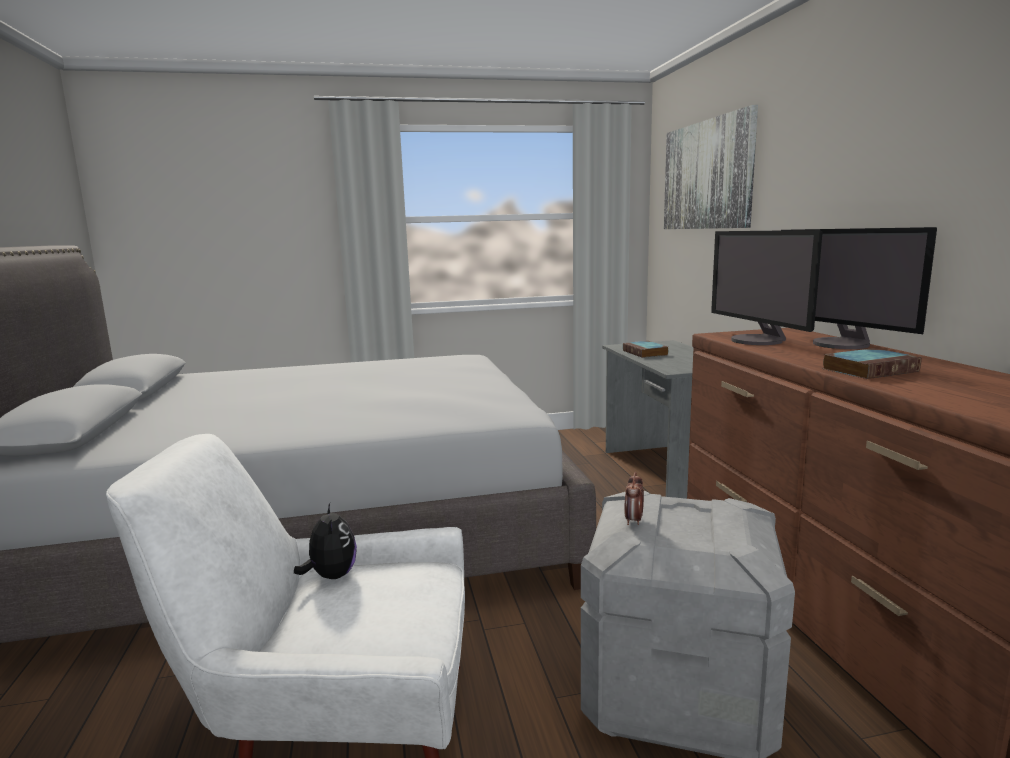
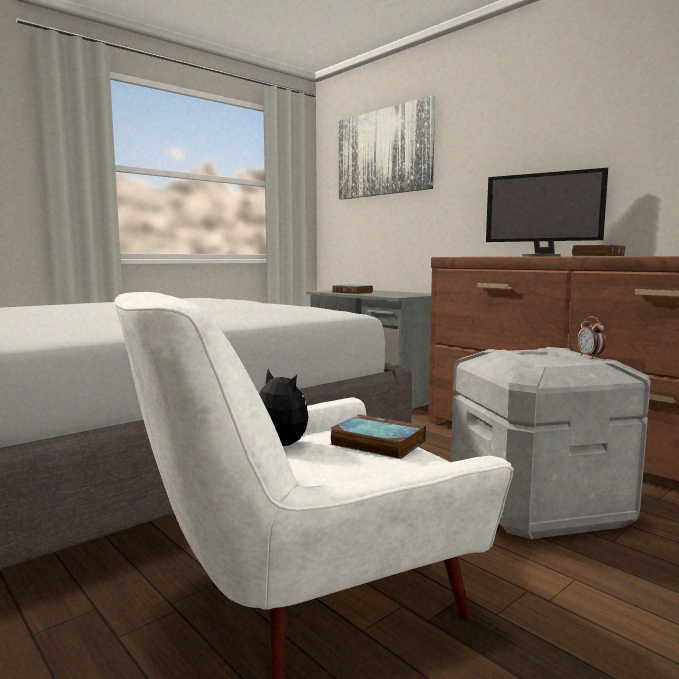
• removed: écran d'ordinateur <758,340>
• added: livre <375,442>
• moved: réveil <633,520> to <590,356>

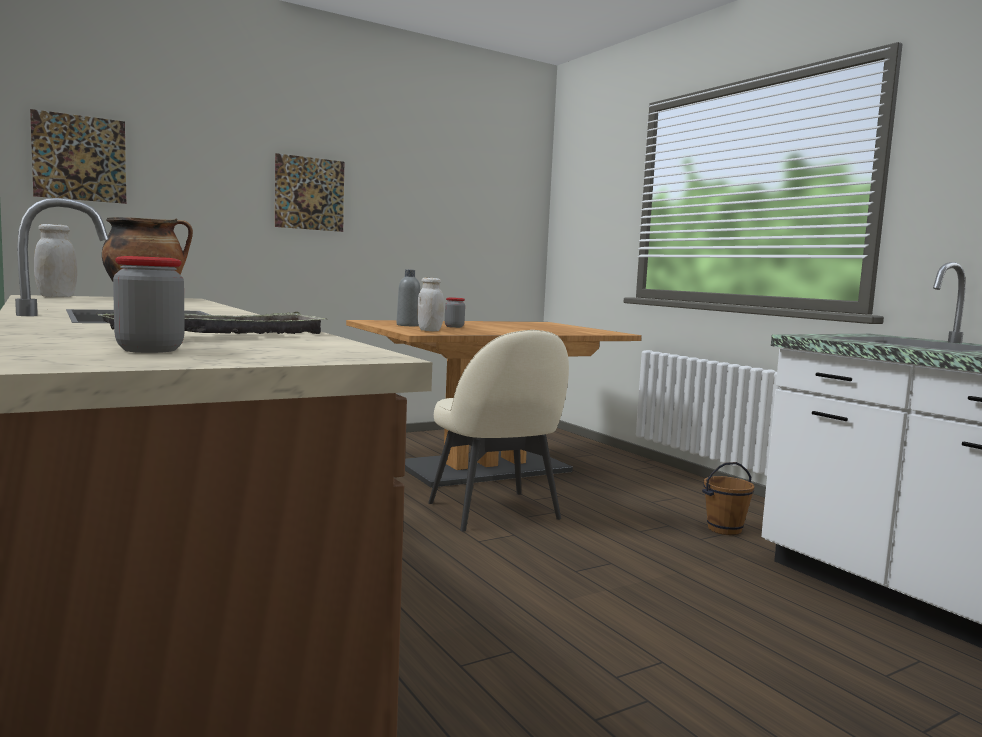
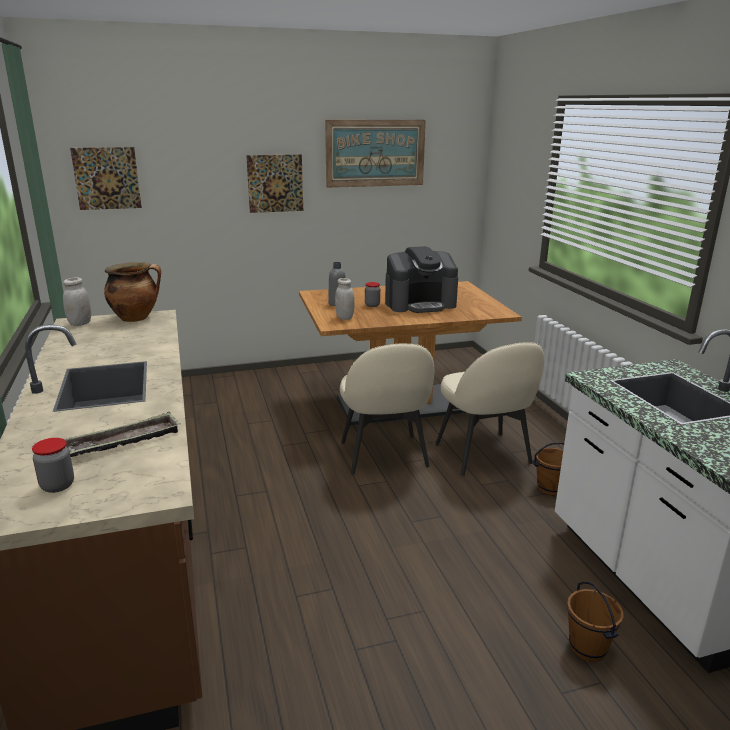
• added: tableau <375,153>
• added: machine à café <420,304>
• added: chaise (beige) <484,455>
• added: seau (marron) <587,648>

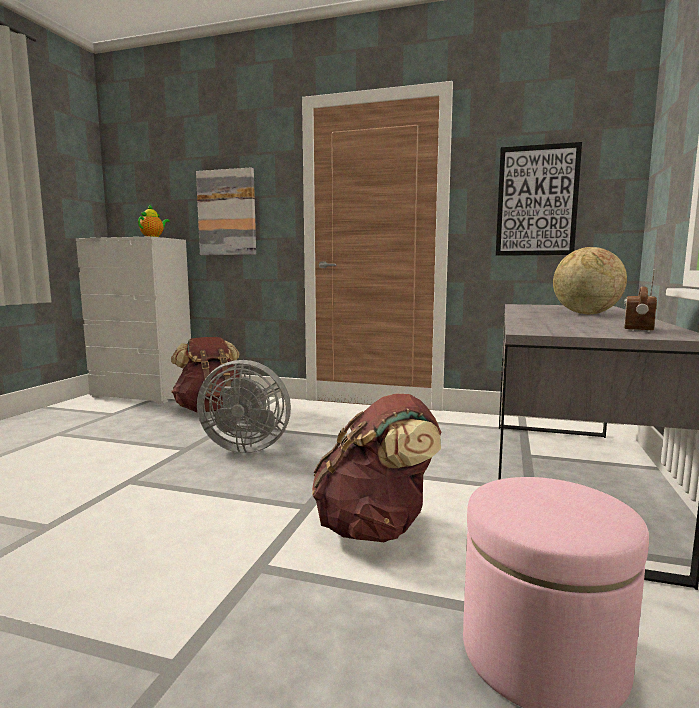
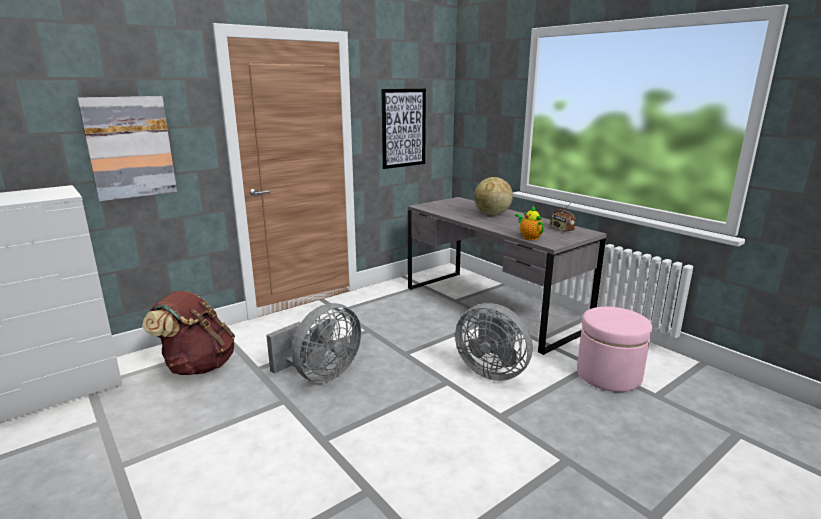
• moved: théière <153,237> to <529,237>
• replaced: sac à dos (marron) <376,528> to ventilateur (gris) <492,371>

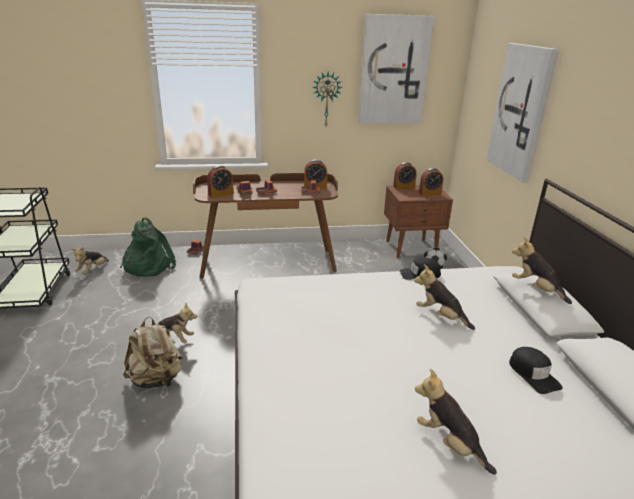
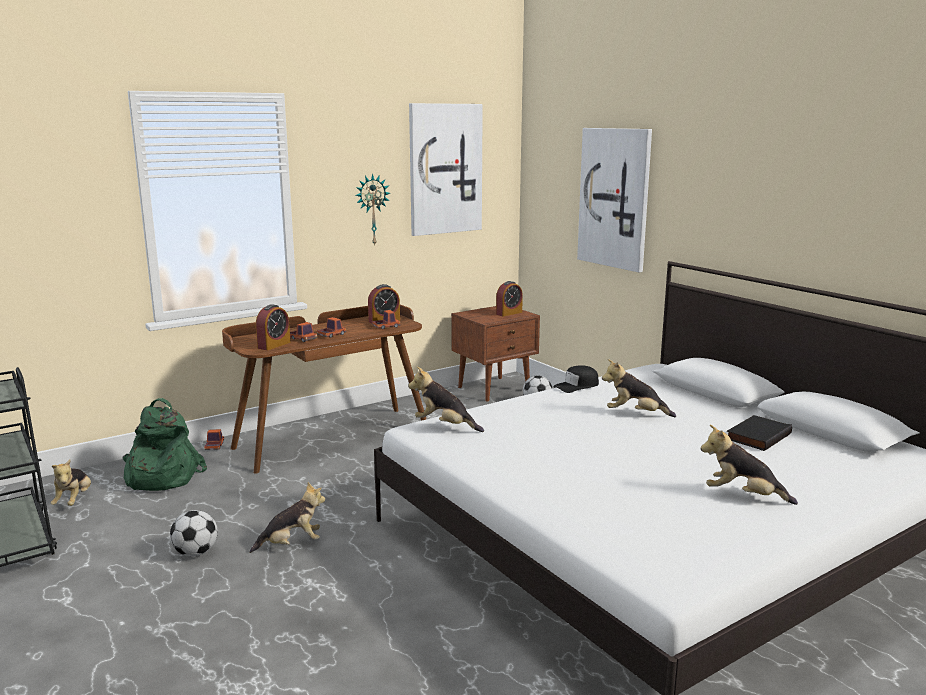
• removed: sac à dos (beige) <156,380>
• removed: réveil <404,187>
• added: ballon de foot <196,553>
• moved: peluche <536,289> to <445,426>
• replaced: casquette (noir) <533,374> to livre (noir) <757,436>

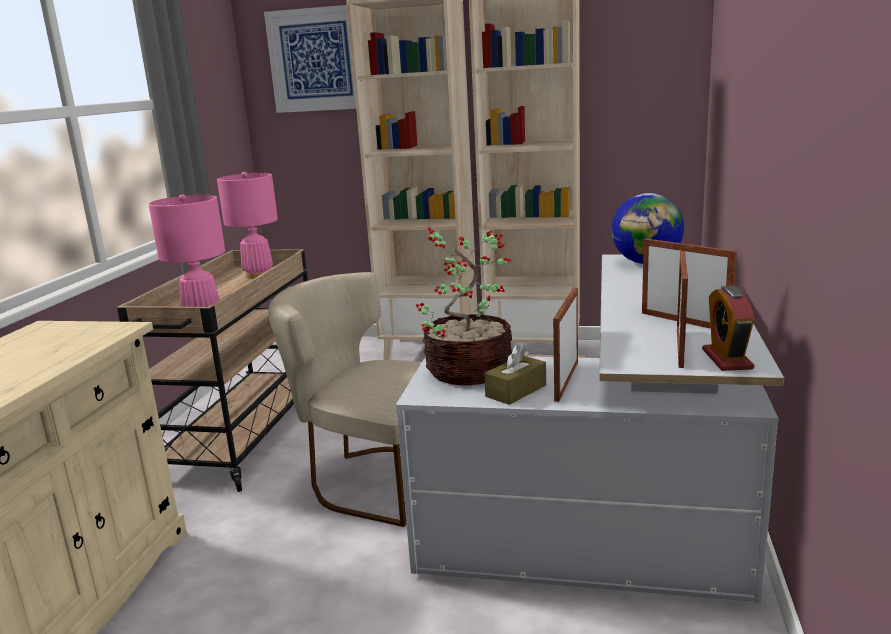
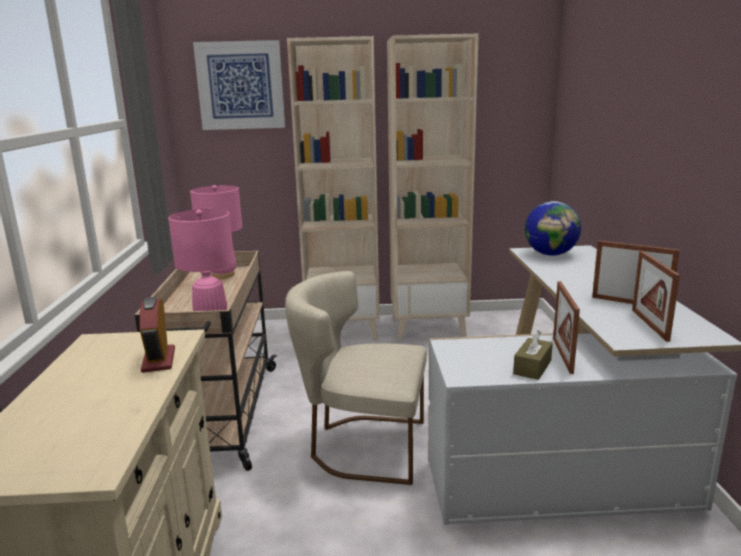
• removed: plante en pot <466,372>
• moved: réveil <727,359> to <158,360>

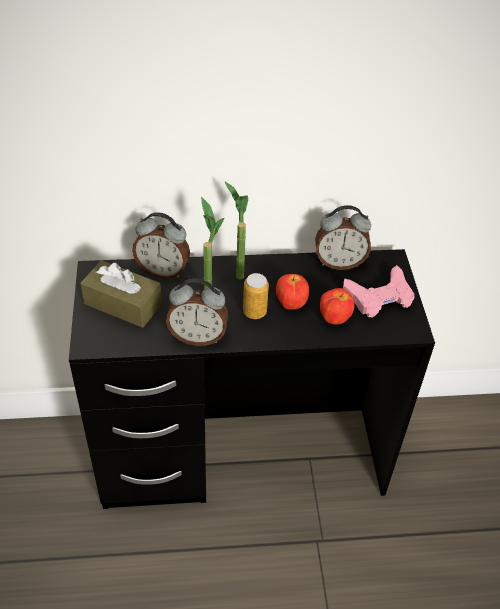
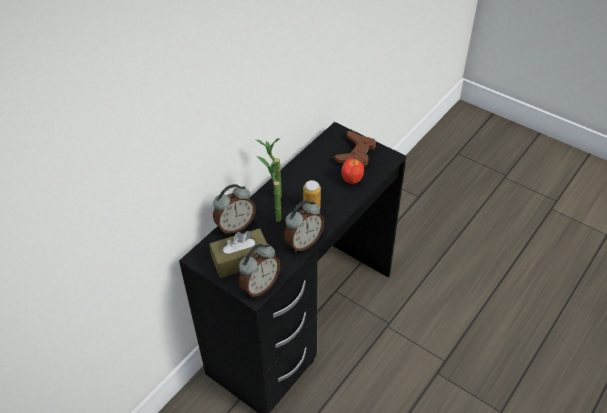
• removed: pomme <290,304>
• moved: réveil <339,262> to <259,286>
• recoloured: manette (rose) <379,297> to manette (marron) <356,153>

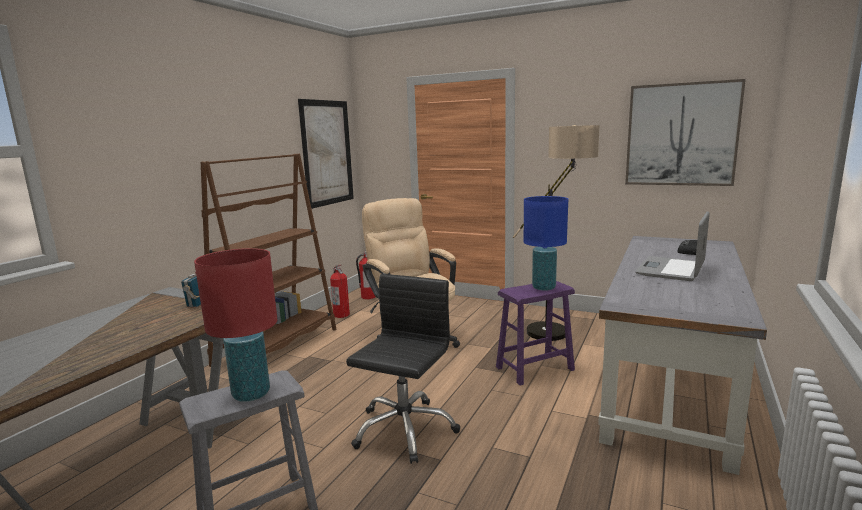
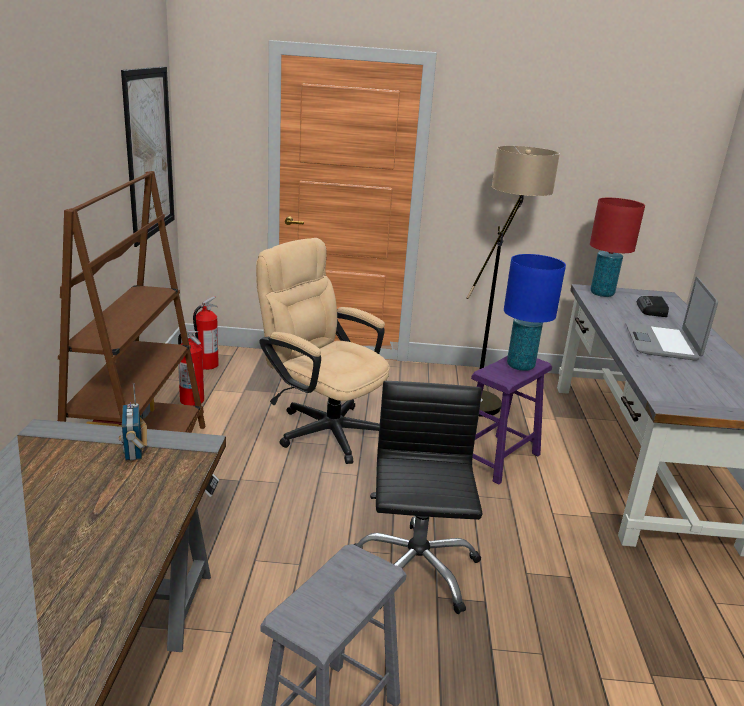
• removed: tableau <681,135>
• moved: lampe de table (rouge) <251,394> to <602,294>

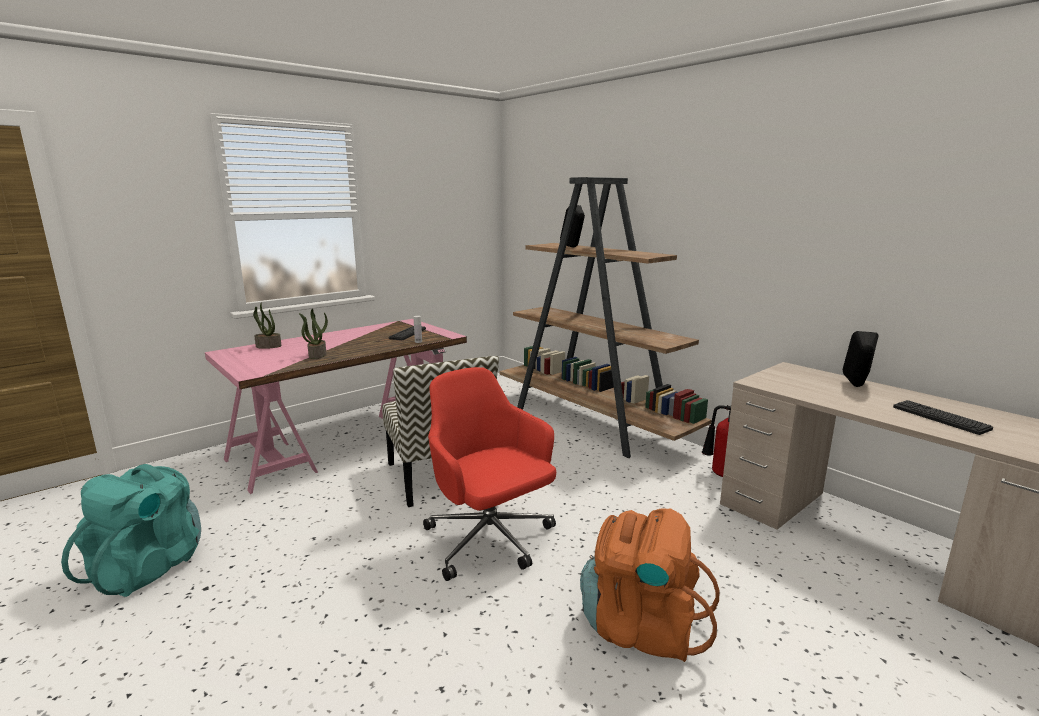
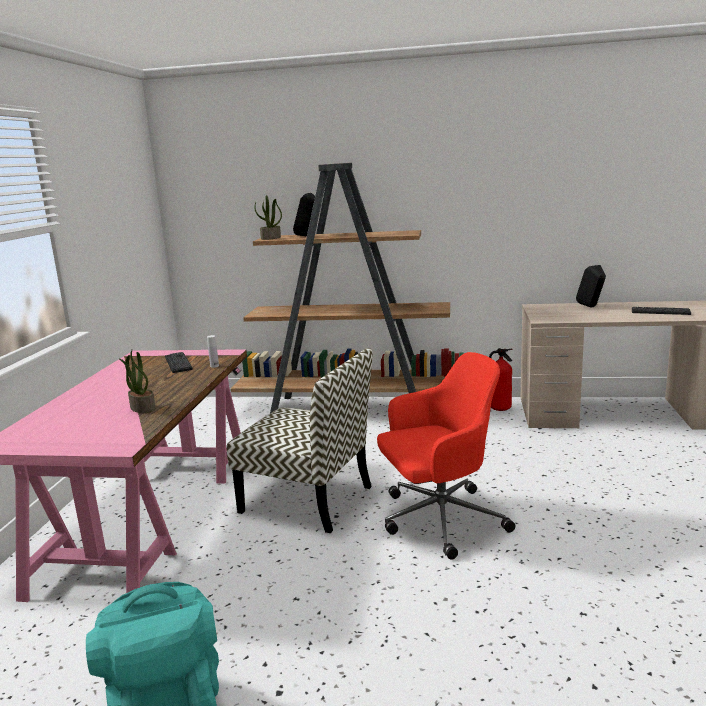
• removed: sac à dos (orange) <641,627>
• moved: plante en pot <268,346> to <271,238>
• turned: chaise de bureau (rouge) <490,540> = <439,519> 150 degrees clockwise

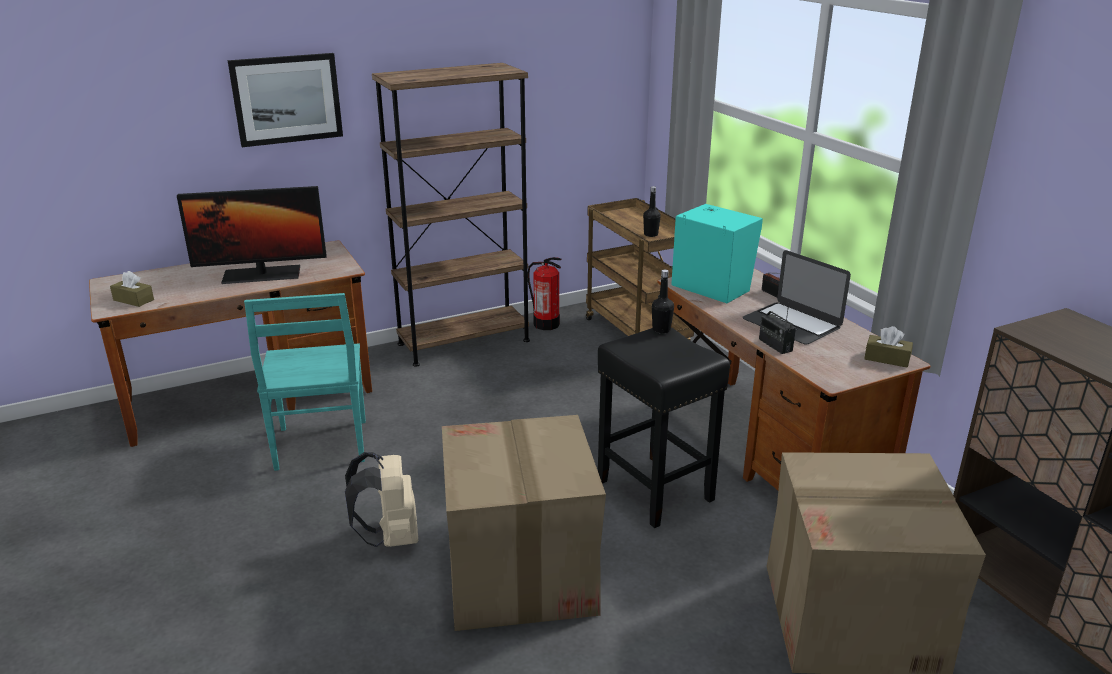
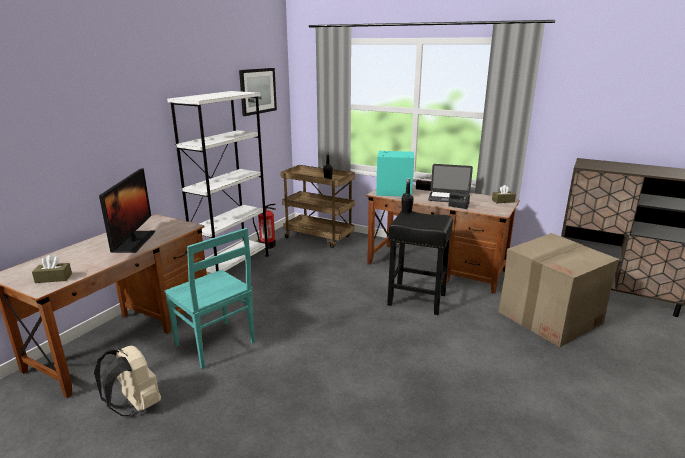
• removed: carton <520,574>
• moved: tableau <287,99> to <257,91>
• moved: sac à dos (beige) <390,537> to <135,406>
• recoloured: bibliothèque (marron) <464,342> to bibliothèque (blanc) <232,266>
• turned: écran d'ordinateur <261,275> = <134,241> 45 degrees counterclockwise

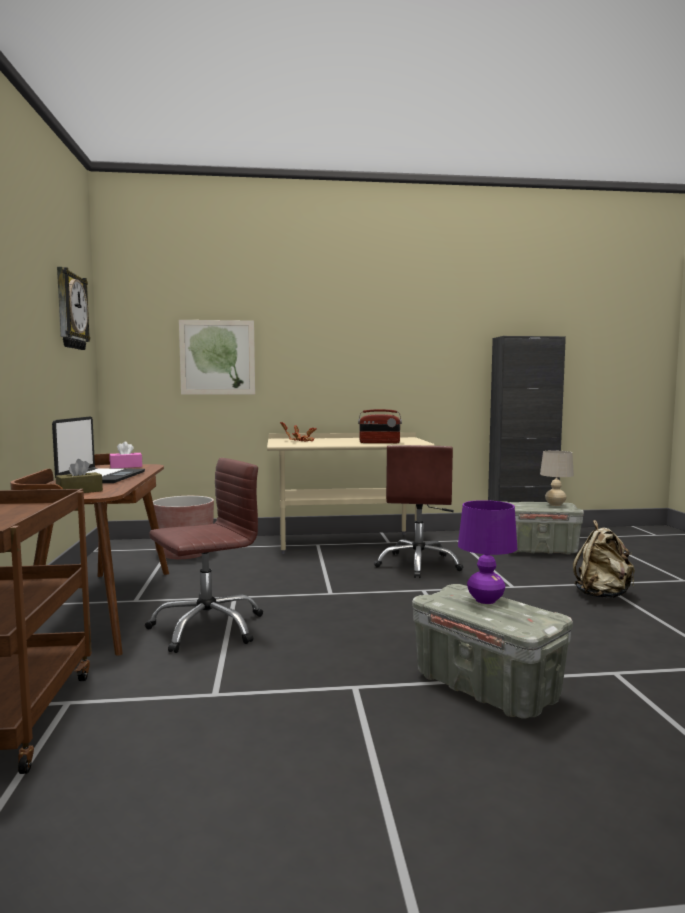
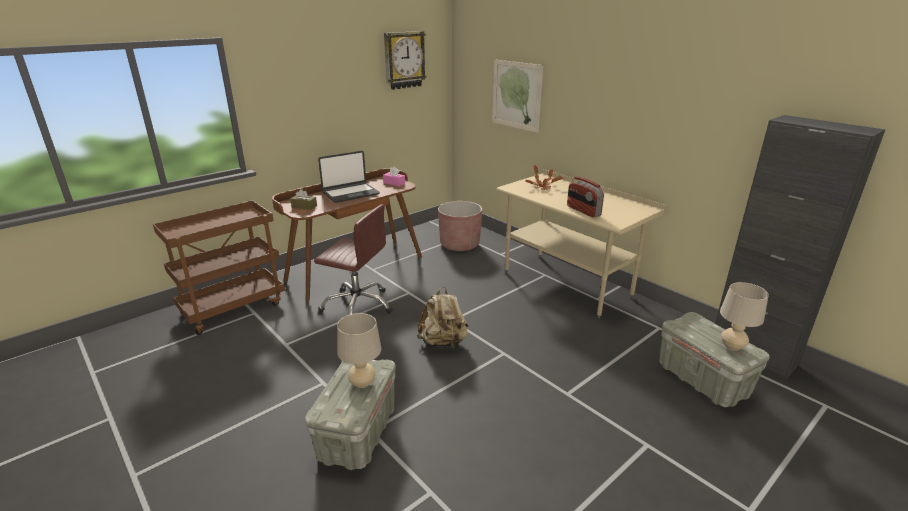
• removed: chaise de bureau (marron) <418,564>
• moved: sac à dos (beige) <602,595> to <443,343>
• recoloured: lampe de table (violet) <485,600> to lampe de table (beige) <362,383>

